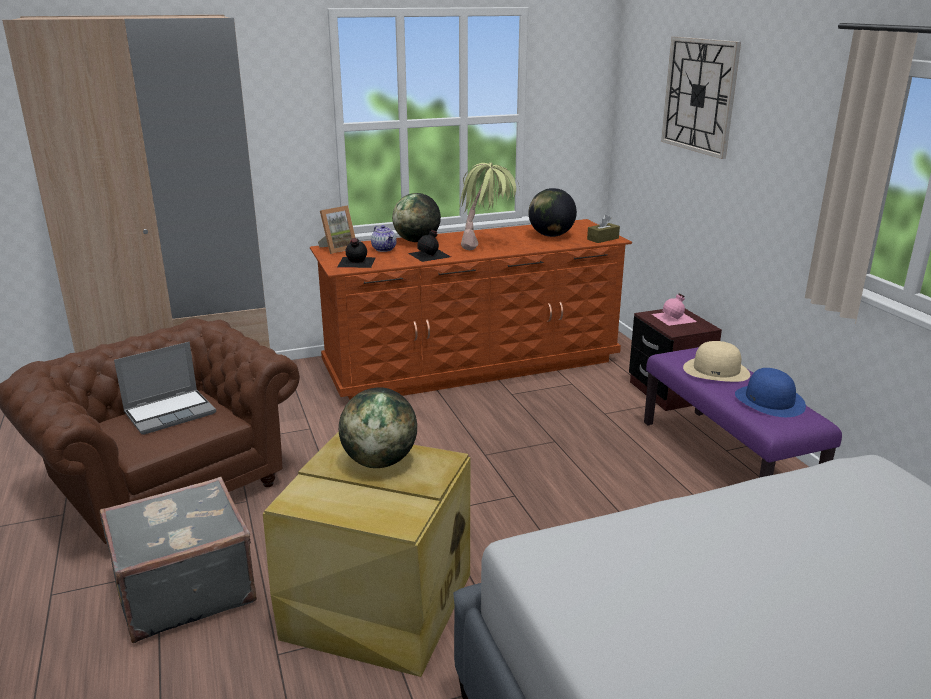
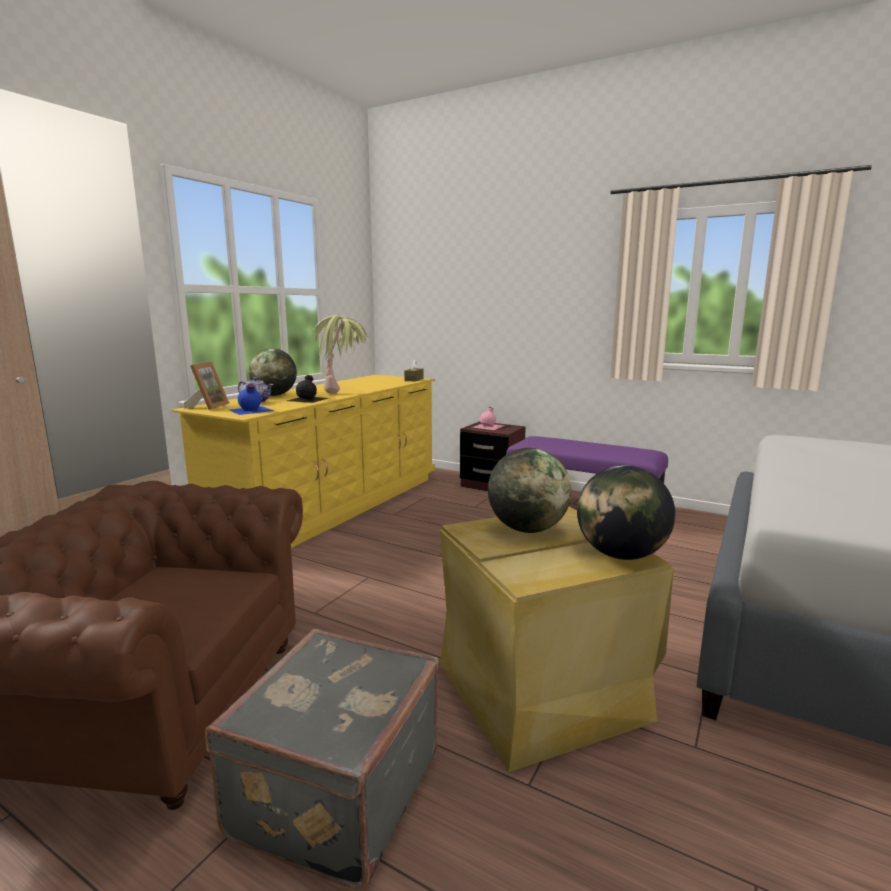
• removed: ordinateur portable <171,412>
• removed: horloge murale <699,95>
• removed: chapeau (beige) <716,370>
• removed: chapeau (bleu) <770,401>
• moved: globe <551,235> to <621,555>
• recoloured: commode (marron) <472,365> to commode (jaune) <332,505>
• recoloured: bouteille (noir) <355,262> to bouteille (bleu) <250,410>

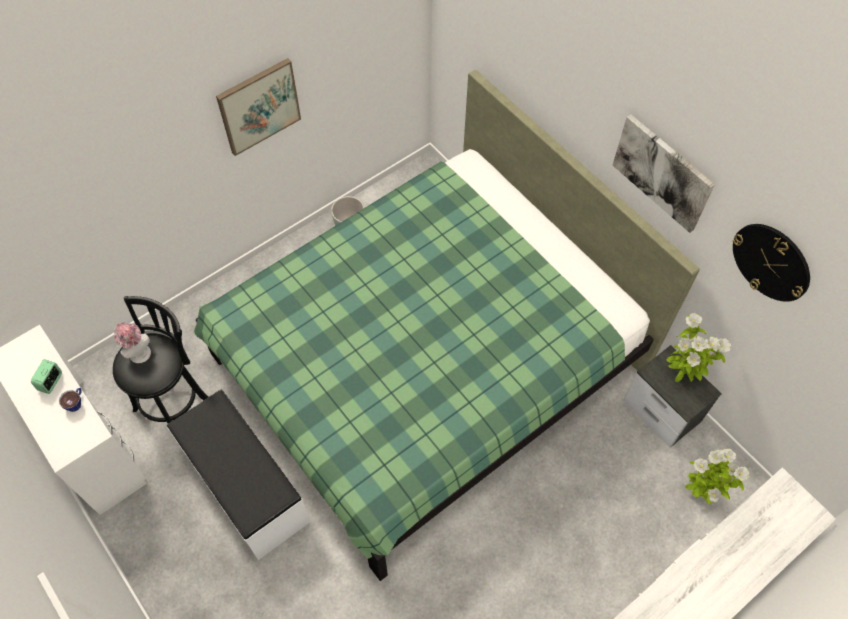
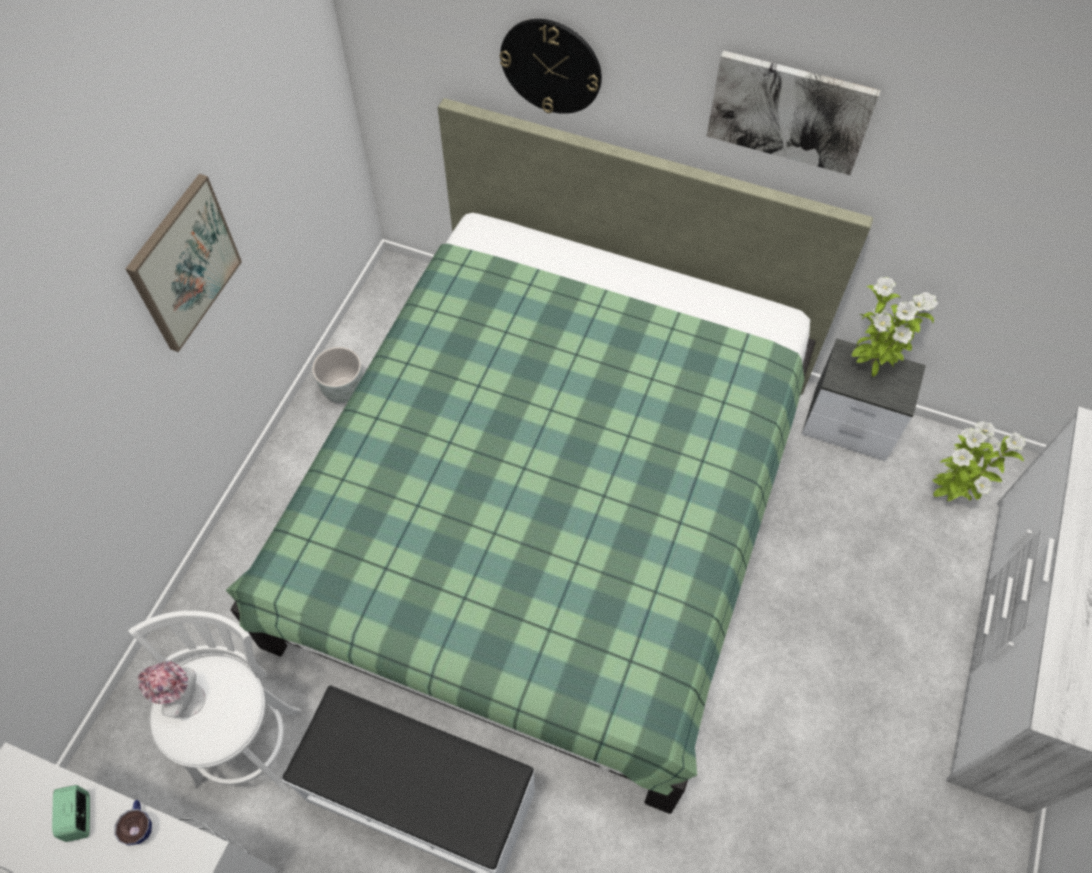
• moved: horloge murale <771,262> to <551,66>
• recoloured: tabouret (noir) <175,402> to tabouret (blanc) <250,740>

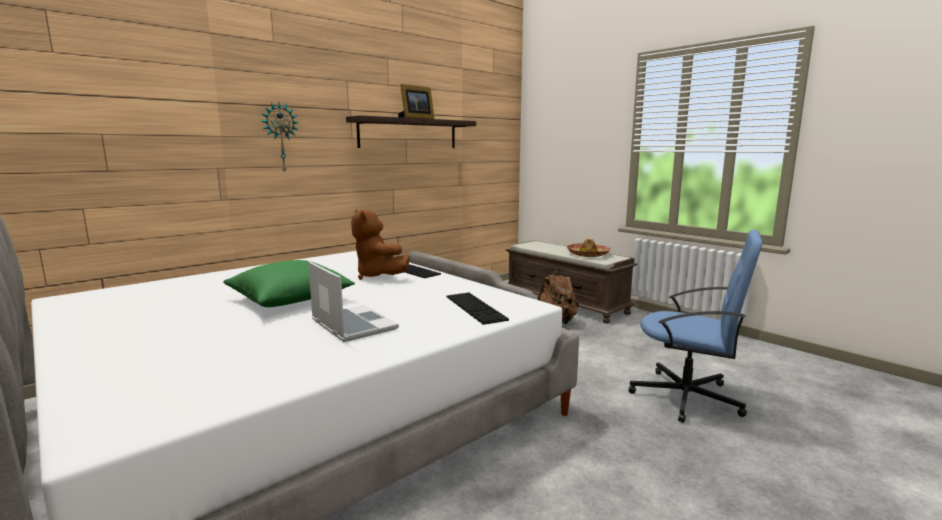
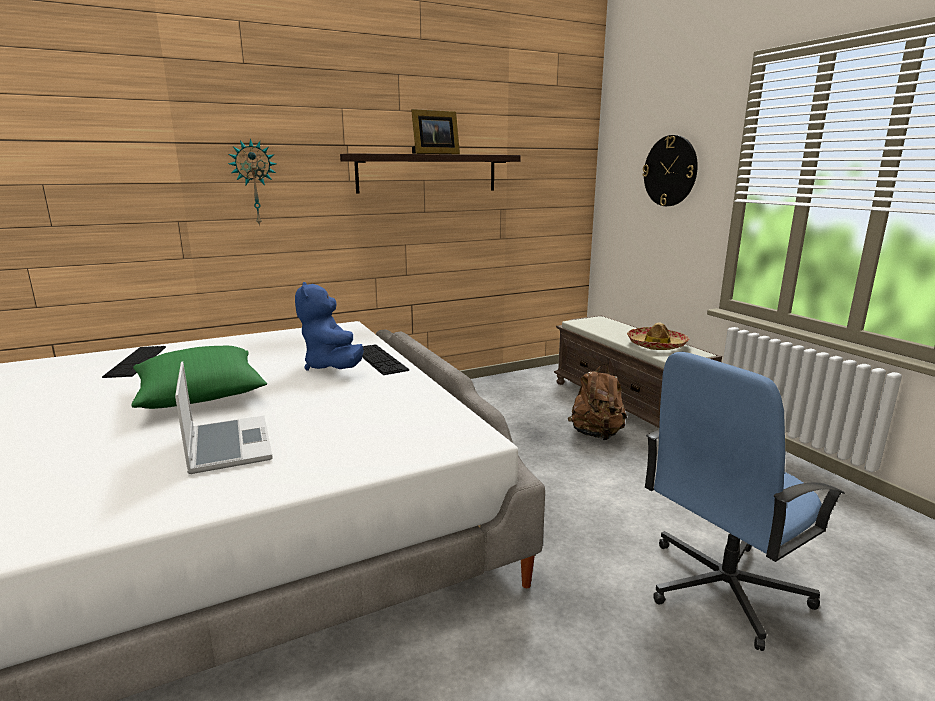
• added: horloge murale <670,171>
• moved: clavier <475,308> to <136,361>
• recoloured: peluche (marron) <378,276> to peluche (bleu) <332,367>
• turned: chaise de bureau (bleu) <687,397> = <722,588> 105 degrees clockwise

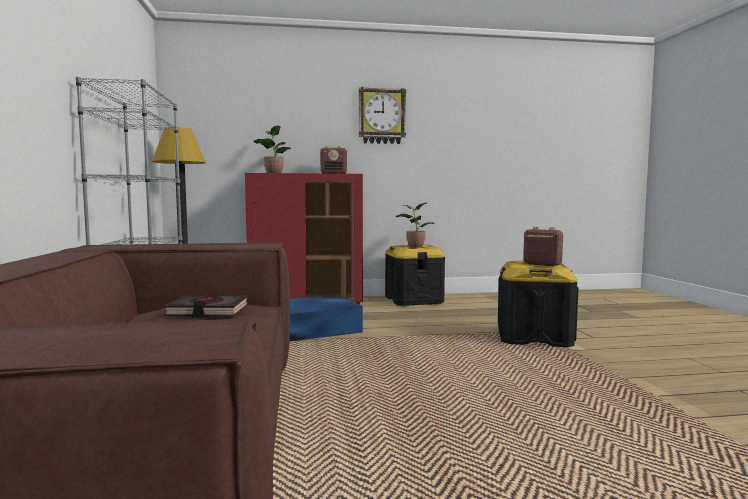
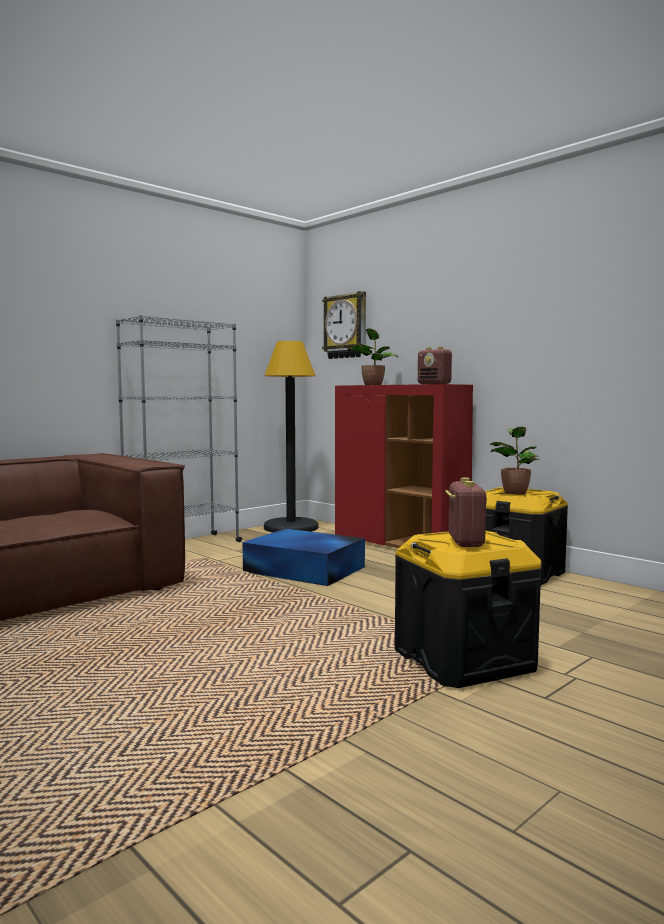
• removed: livre (noir) <208,311>
• moved: horloge murale <381,116> to <346,326>

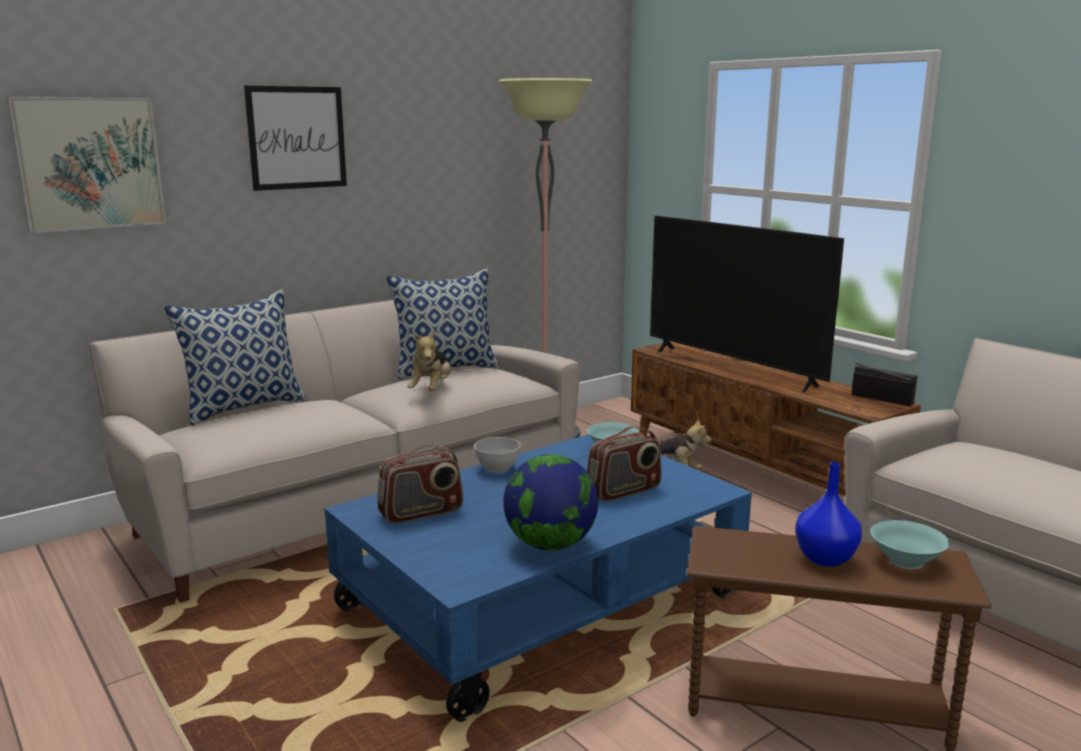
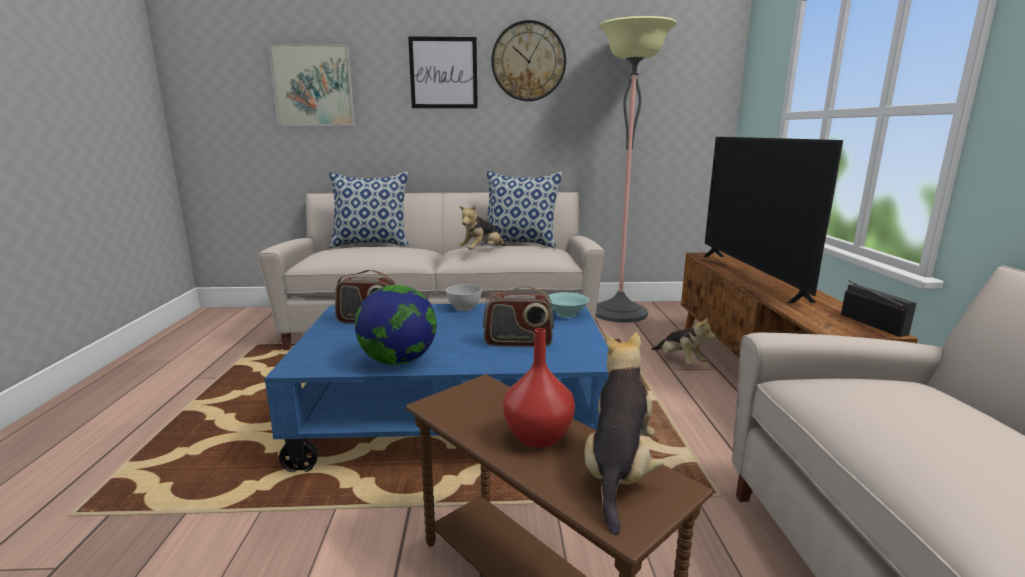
• added: horloge murale <528,61>
• replaced: bol (turquoise) <907,561> to peluche <618,472>
• recoloured: vase (bleu) <825,558> to vase (rouge) <539,436>

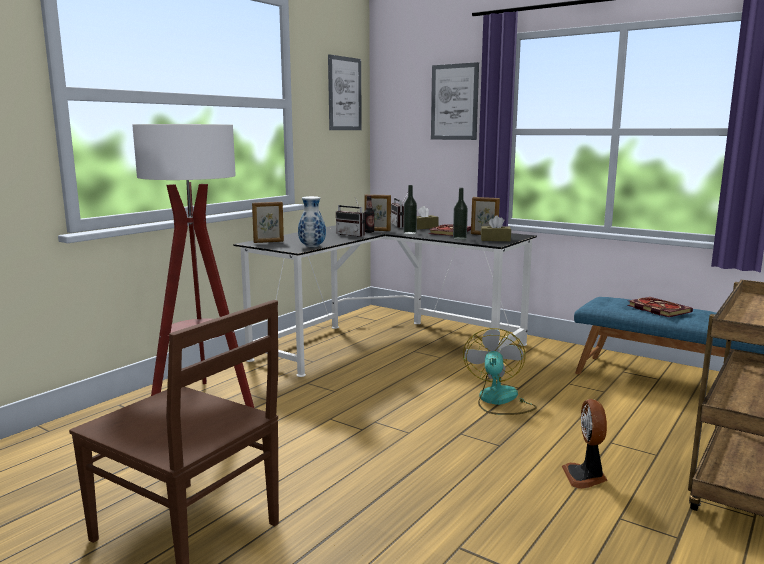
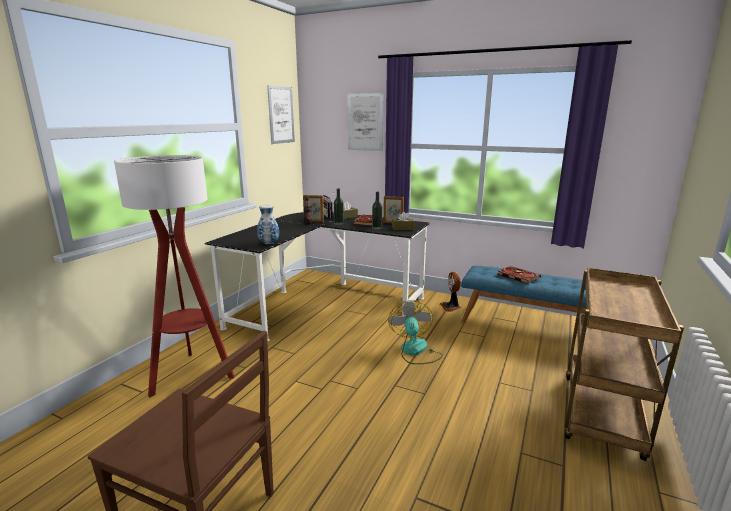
• removed: cadre photo <268,242>
• removed: radio <353,235>
• moved: ventilateur <585,476> to <451,307>

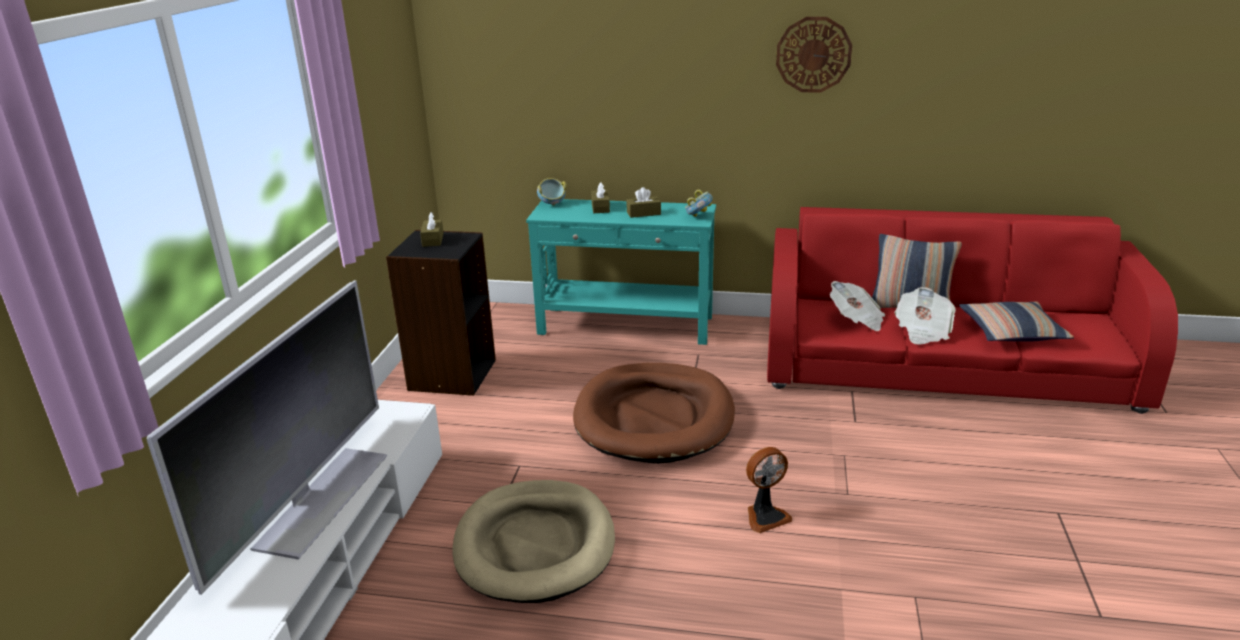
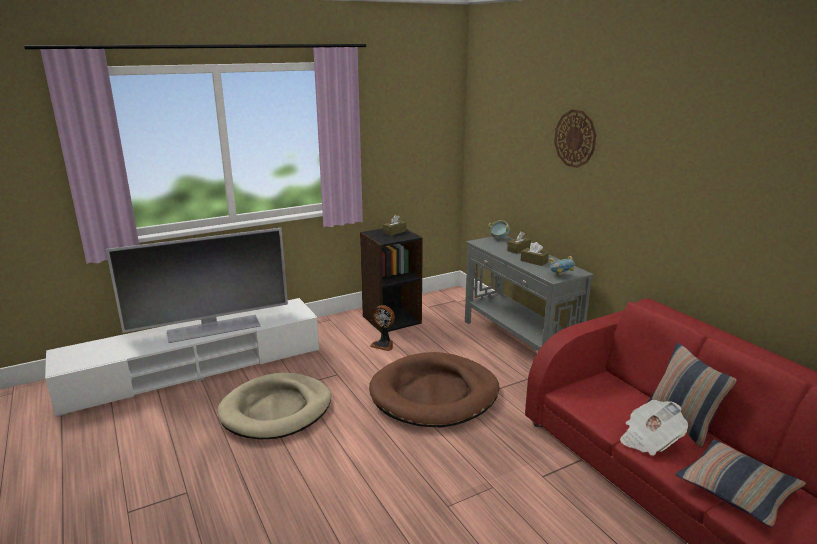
• removed: journal <856,320>
• moved: ventilateur <765,516> to <383,344>
• moved: horloge murale <813,54> to <575,138>
• recoloured: table console (turquoise) <626,326> to table console (gris) <518,342>

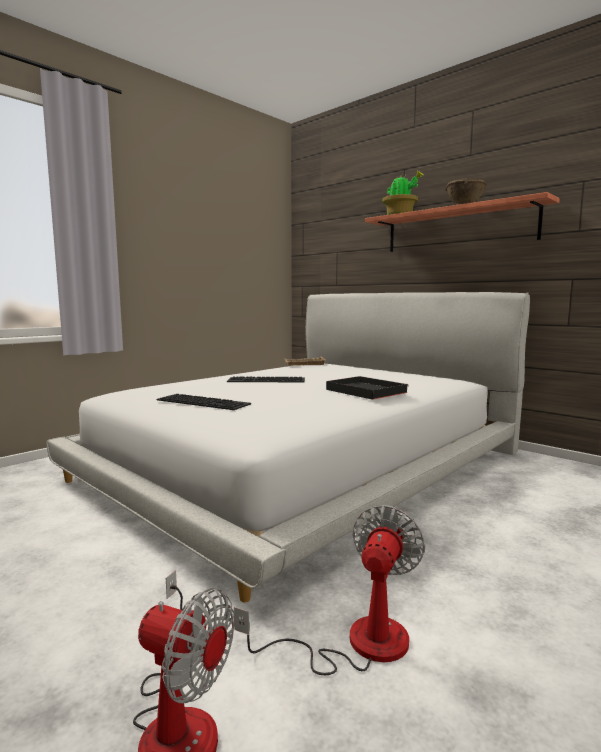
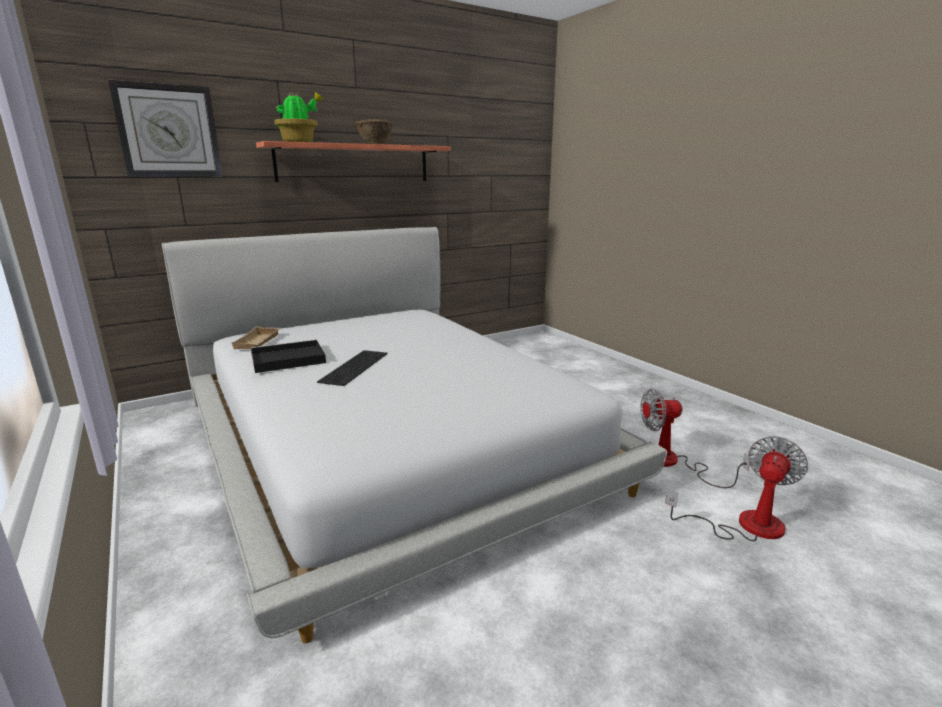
• removed: clavier <205,402>
• added: horloge murale <168,131>
• moved: plateau (noir) <364,391> to <286,359>
• turned: ventilateur <356,643> = <672,463> 45 degrees counterclockwise

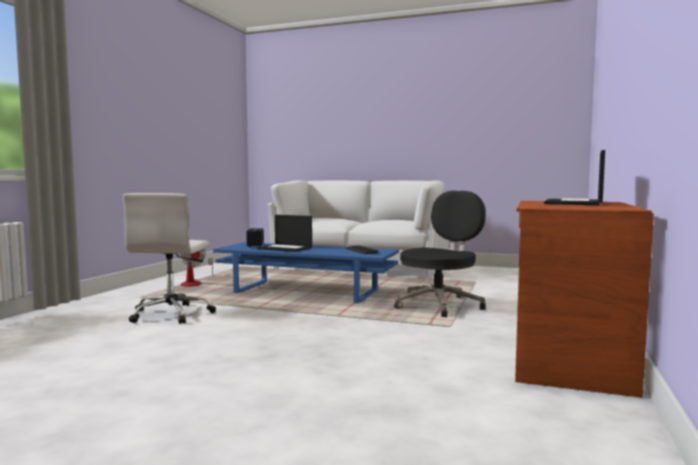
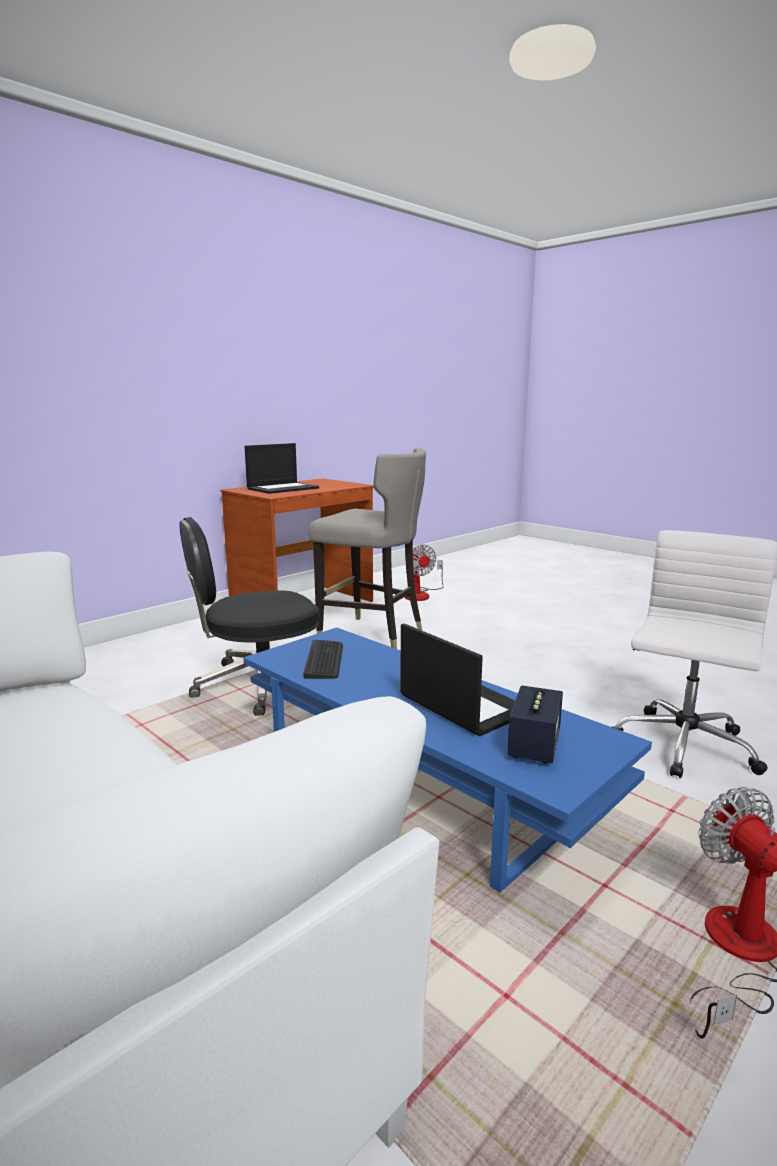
• added: tabouret (gris) <372,636>
• added: ventilateur <421,594>

